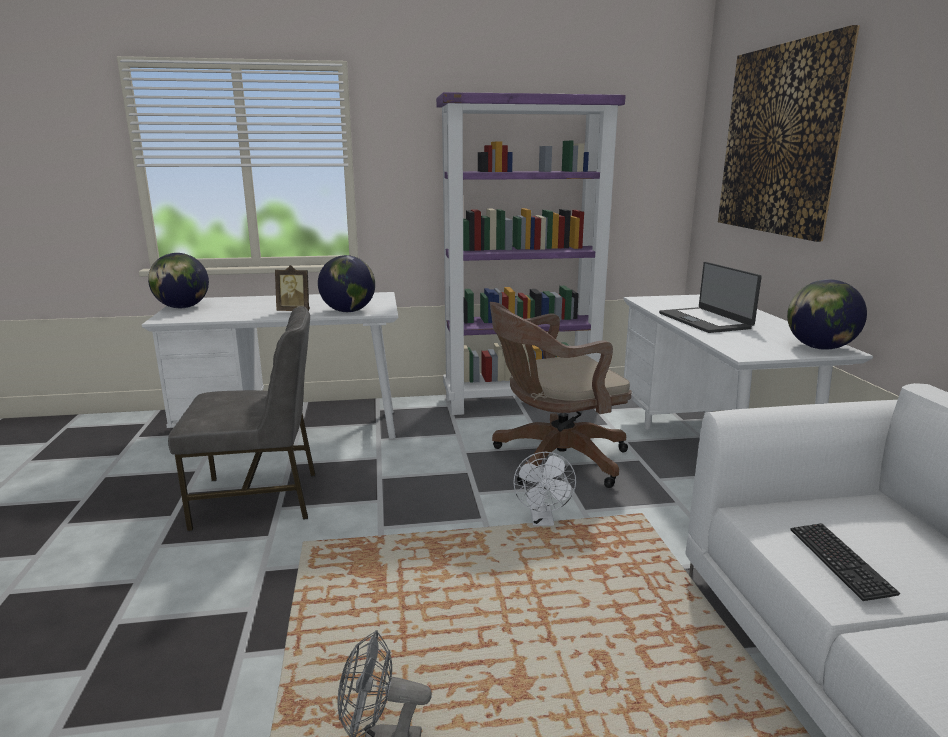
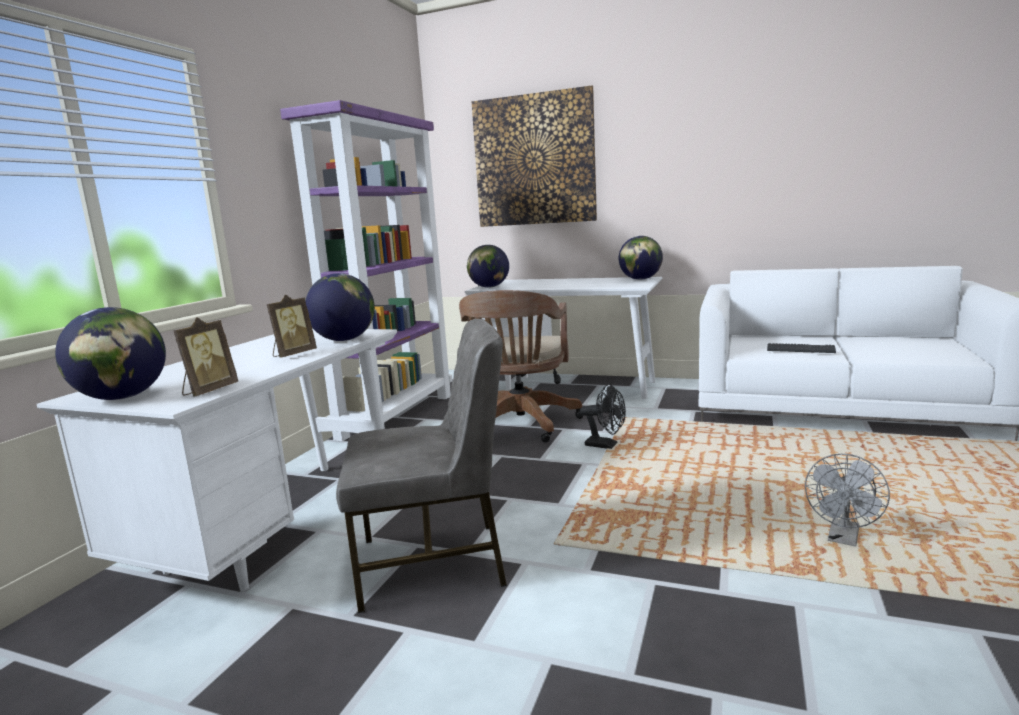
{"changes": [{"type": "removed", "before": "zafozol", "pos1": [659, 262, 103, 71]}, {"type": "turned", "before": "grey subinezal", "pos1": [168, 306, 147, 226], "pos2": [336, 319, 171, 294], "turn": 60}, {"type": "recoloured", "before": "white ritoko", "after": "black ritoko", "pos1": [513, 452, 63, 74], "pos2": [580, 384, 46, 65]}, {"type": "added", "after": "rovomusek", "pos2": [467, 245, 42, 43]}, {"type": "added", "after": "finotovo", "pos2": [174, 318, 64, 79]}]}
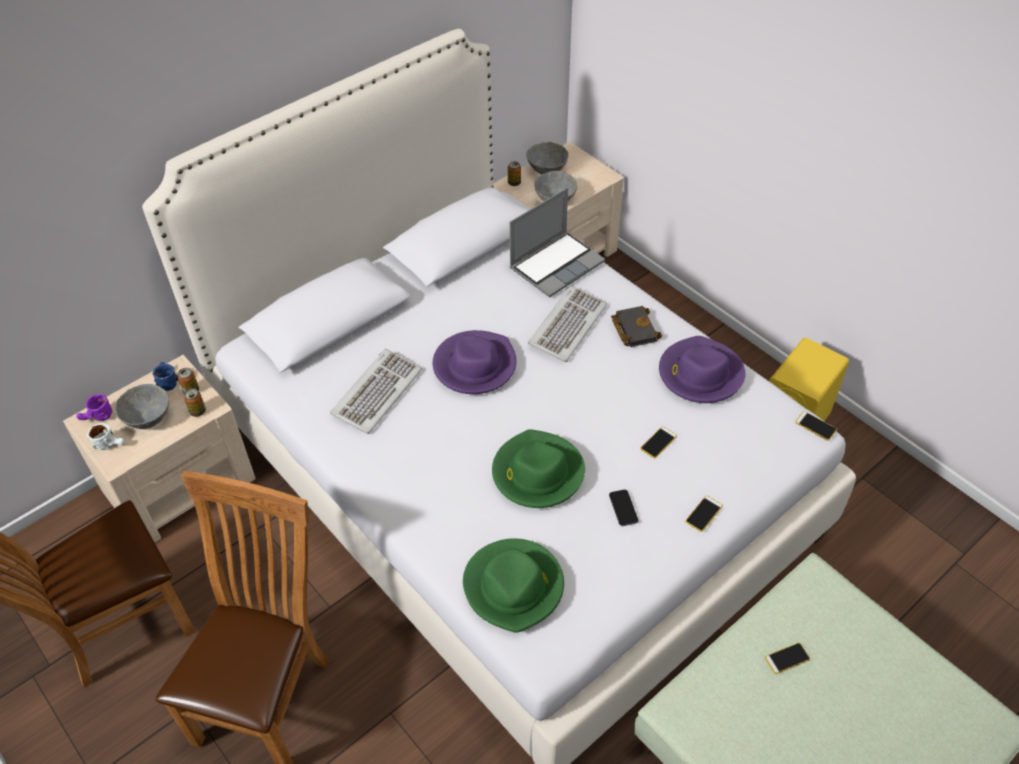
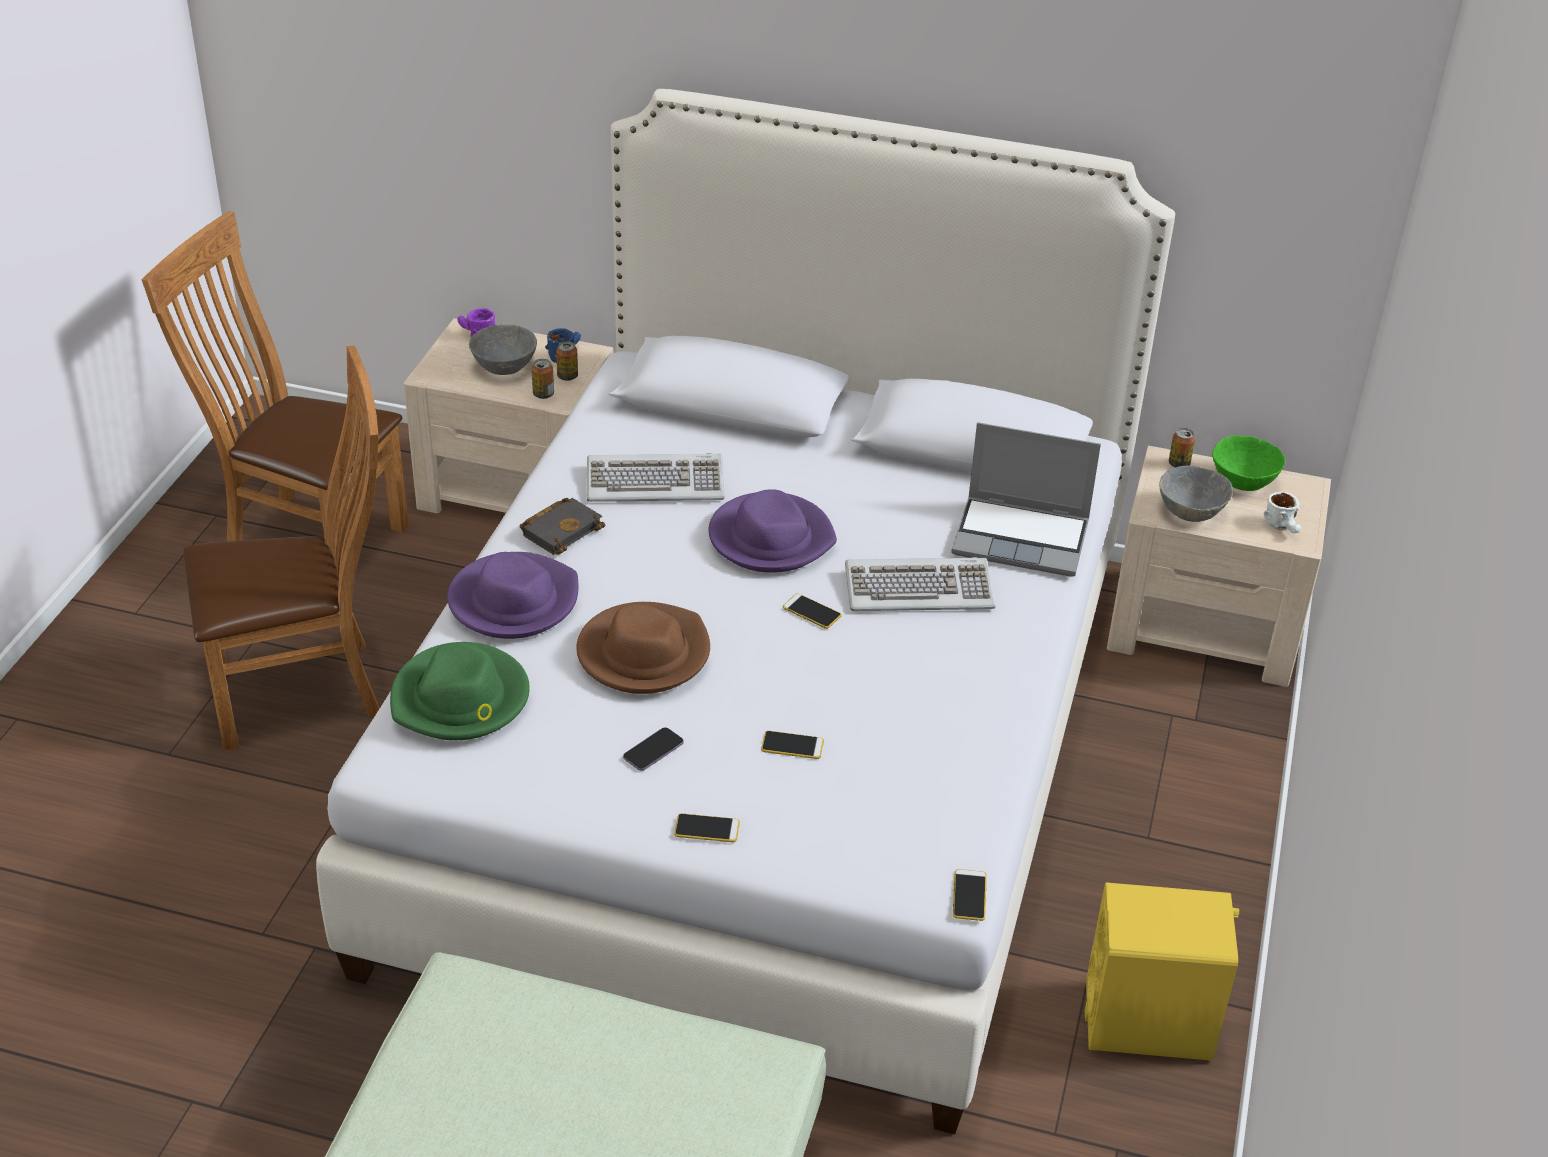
{"changes": [{"type": "recoloured", "before": "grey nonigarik", "after": "green nonigarik", "pos1": [526, 142, 43, 32], "pos2": [1212, 435, 74, 56]}, {"type": "moved", "before": "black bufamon", "pos1": [611, 306, 51, 41], "pos2": [520, 498, 85, 57]}, {"type": "moved", "before": "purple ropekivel", "pos1": [659, 336, 87, 67], "pos2": [447, 552, 131, 87]}, {"type": "moved", "before": "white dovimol", "pos1": [87, 423, 37, 27], "pos2": [1264, 492, 37, 41]}, {"type": "recoloured", "before": "green ropekivel", "after": "brown ropekivel", "pos1": [492, 429, 93, 79], "pos2": [576, 602, 134, 92]}, {"type": "moved", "before": "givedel", "pos1": [765, 643, 45, 31], "pos2": [783, 594, 59, 35]}]}
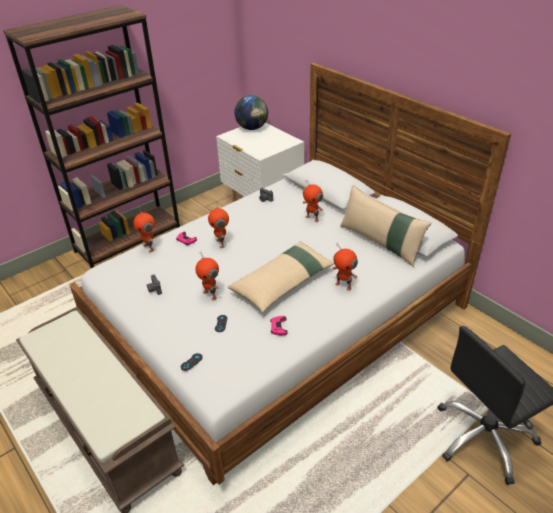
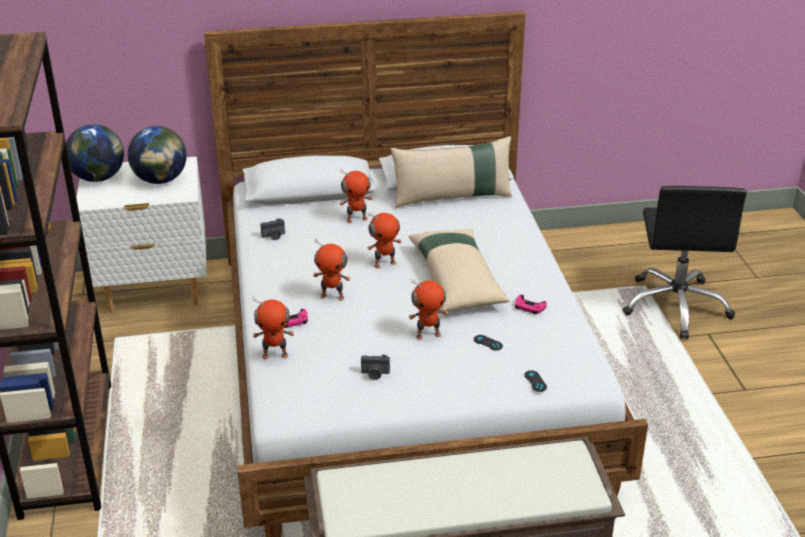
{"changes": [{"type": "moved", "before": "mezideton", "pos1": [332, 244, 26, 47], "pos2": [367, 212, 35, 57]}, {"type": "added", "after": "rovomusek", "pos2": [128, 126, 59, 58]}]}
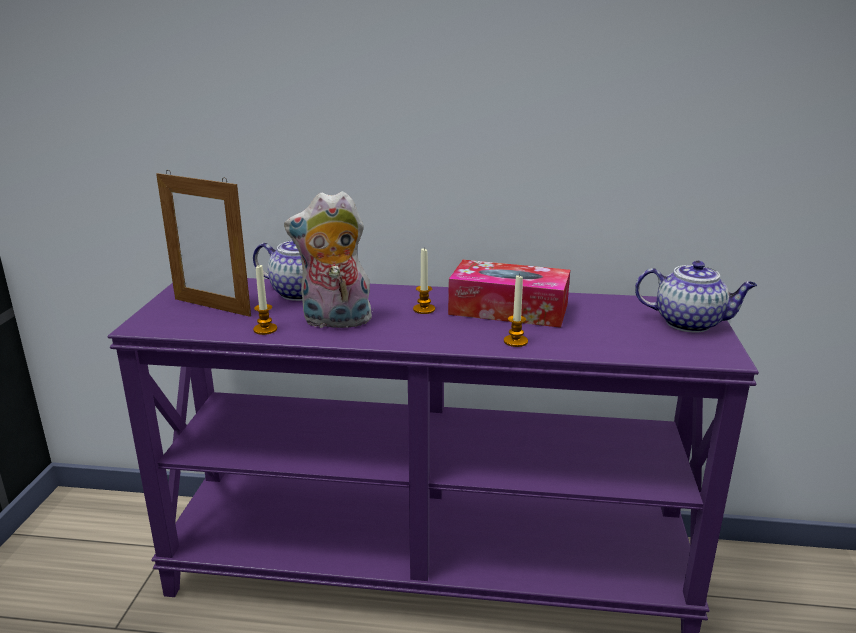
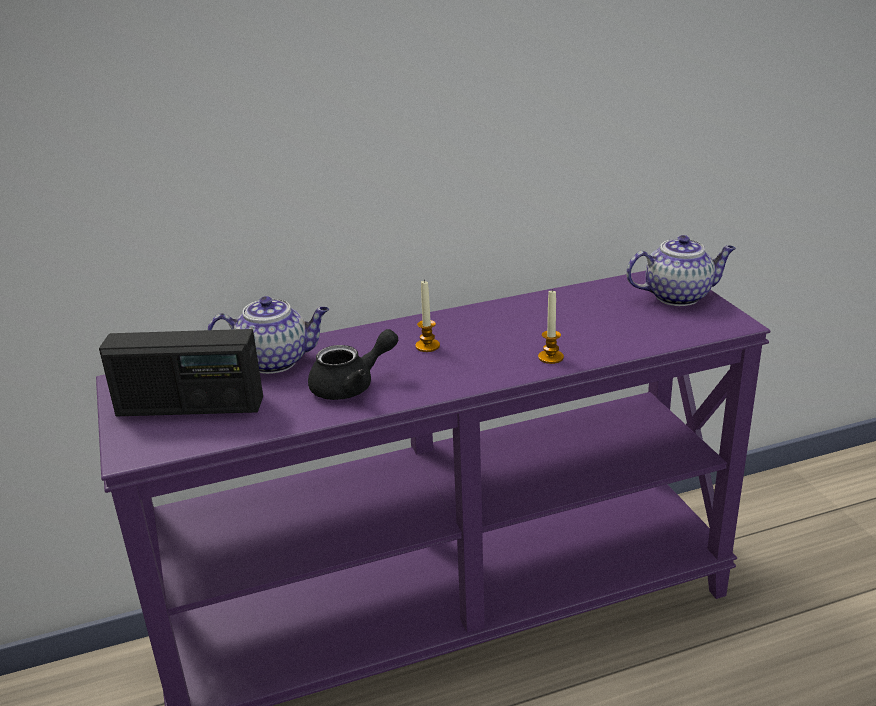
{"changes": [{"type": "replaced", "before": "finotovo", "after": "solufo", "pos1": [156, 171, 95, 146], "pos2": [99, 329, 164, 87]}, {"type": "replaced", "before": "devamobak", "after": "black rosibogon", "pos1": [284, 191, 89, 140], "pos2": [308, 329, 90, 71]}, {"type": "removed", "before": "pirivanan", "pos1": [448, 260, 122, 68]}, {"type": "removed", "before": "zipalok", "pos1": [253, 265, 24, 70]}]}
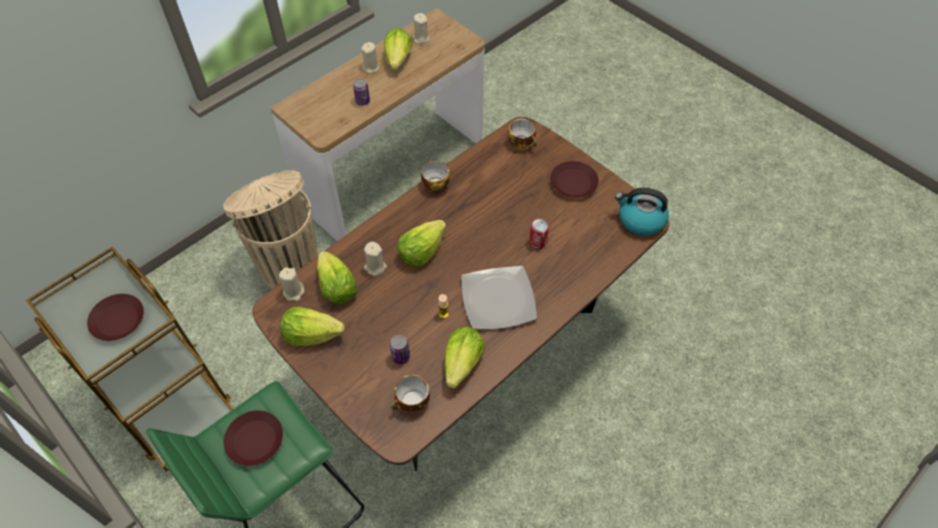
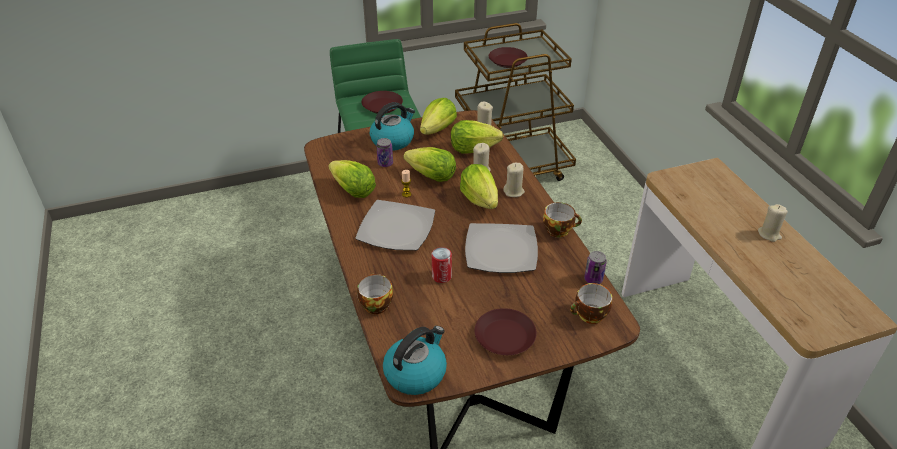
{"changes": [{"type": "moved", "before": "beige zipalok", "pos1": [412, 13, 18, 31], "pos2": [503, 163, 22, 34]}, {"type": "moved", "before": "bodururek", "pos1": [384, 28, 29, 42], "pos2": [403, 147, 53, 35]}, {"type": "moved", "before": "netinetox", "pos1": [353, 79, 17, 27], "pos2": [584, 251, 23, 33]}, {"type": "removed", "before": "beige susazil", "pos1": [223, 170, 95, 119]}, {"type": "moved", "before": "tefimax", "pos1": [391, 375, 39, 38], "pos2": [357, 273, 36, 41]}, {"type": "added", "after": "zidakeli", "pos2": [370, 102, 45, 49]}, {"type": "added", "after": "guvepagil", "pos2": [465, 223, 73, 50]}]}
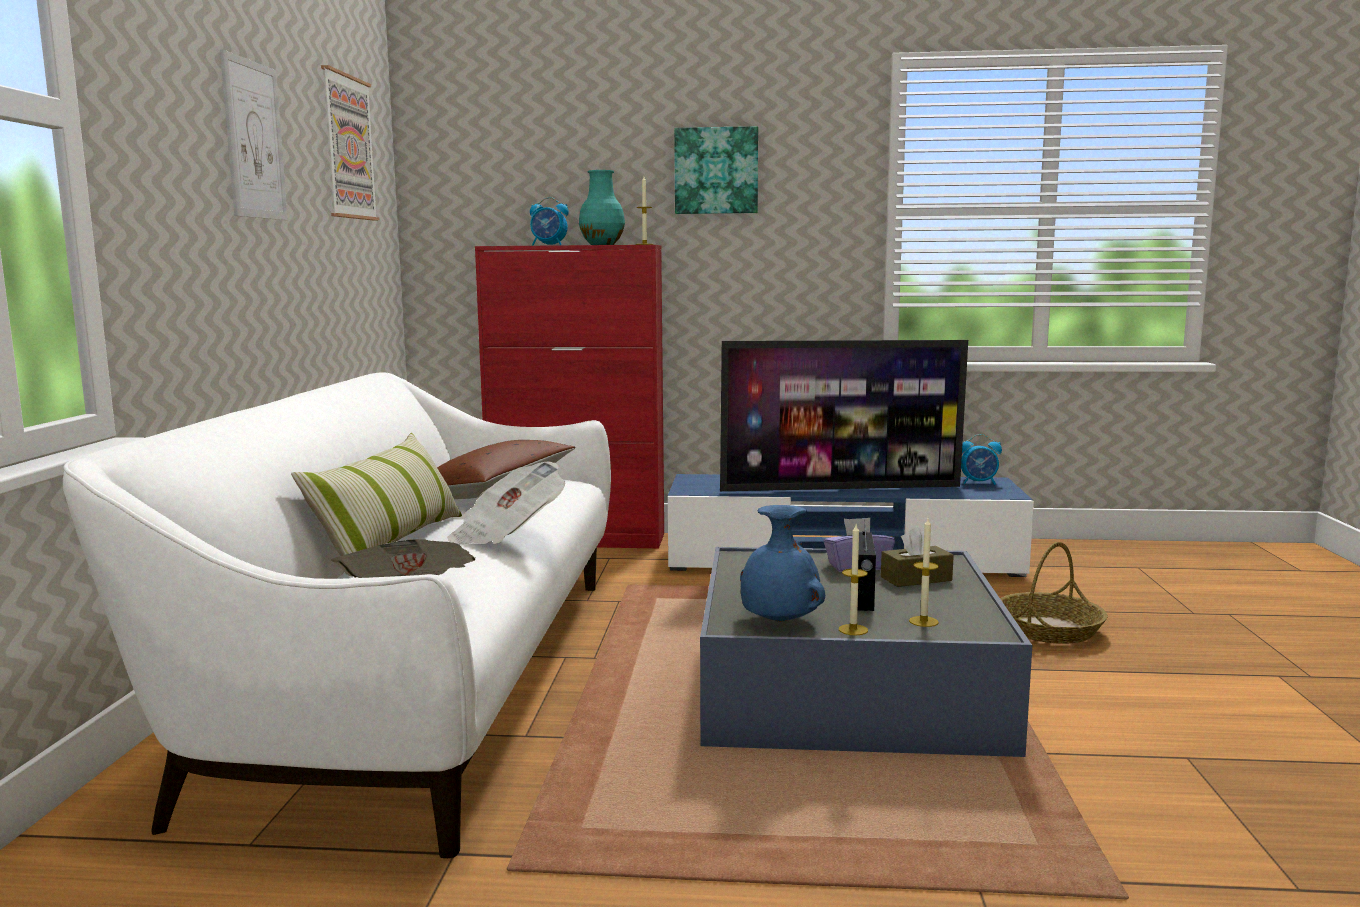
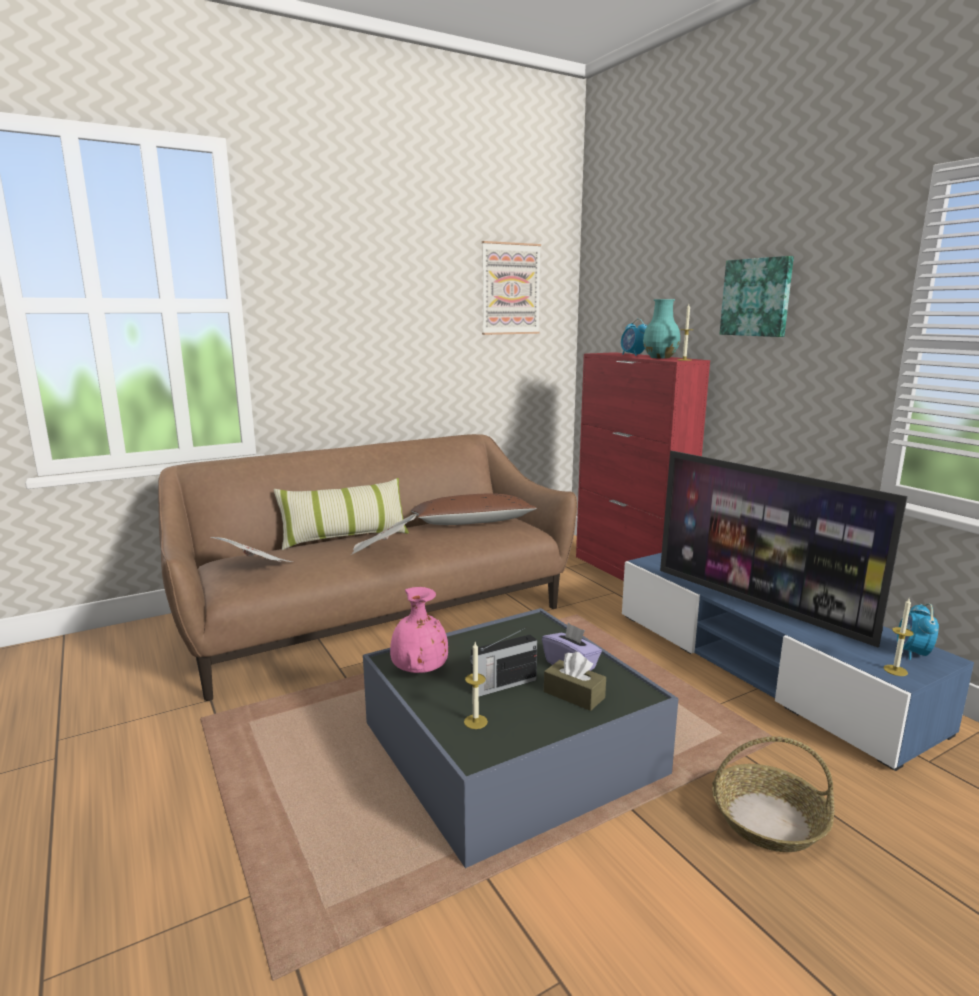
{"changes": [{"type": "removed", "before": "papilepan", "pos1": [220, 49, 68, 171]}, {"type": "recoloured", "before": "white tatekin", "after": "brown tatekin", "pos1": [63, 372, 548, 486], "pos2": [158, 434, 419, 267]}, {"type": "turned", "before": "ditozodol", "pos1": [961, 434, 41, 51], "pos2": [897, 603, 42, 57], "turn": 45}, {"type": "recoloured", "before": "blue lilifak", "after": "pink lilifak", "pos1": [740, 505, 85, 117], "pos2": [390, 587, 58, 86]}, {"type": "moved", "before": "zipalok", "pos1": [839, 525, 29, 110], "pos2": [884, 598, 30, 78]}]}
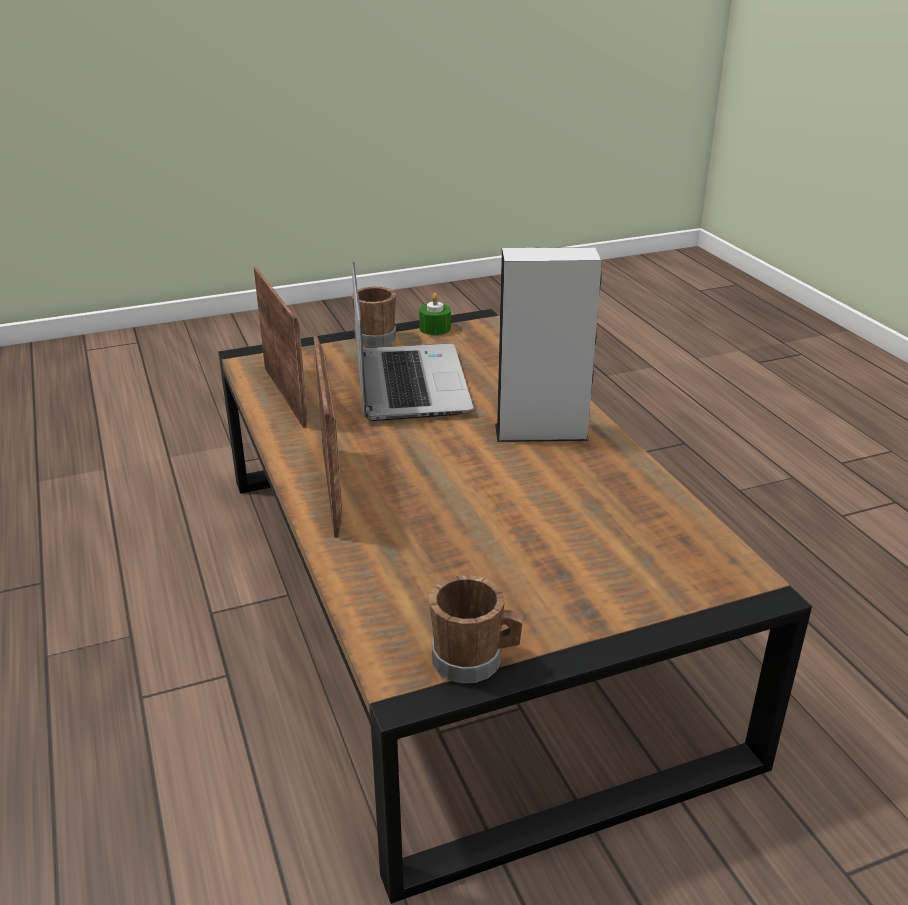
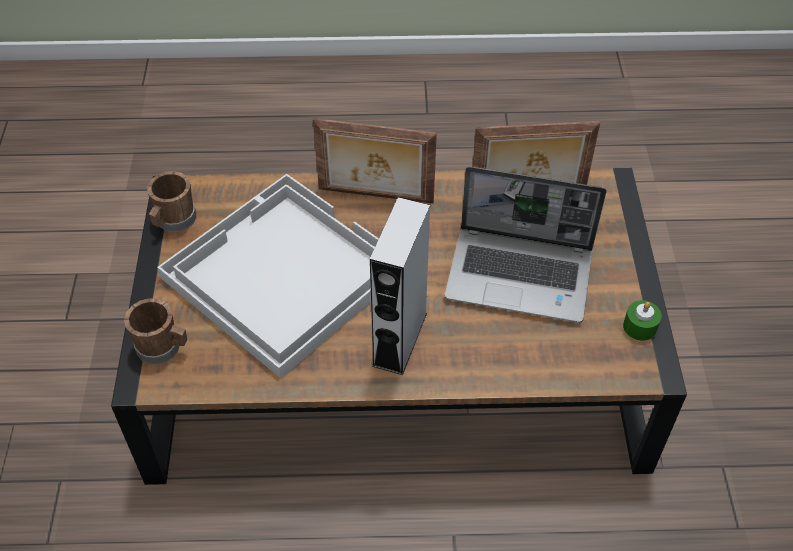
{"changes": [{"type": "moved", "before": "brown dovimol", "pos1": [351, 287, 45, 61], "pos2": [124, 298, 63, 66]}, {"type": "added", "after": "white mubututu", "pos2": [157, 174, 222, 204]}]}
